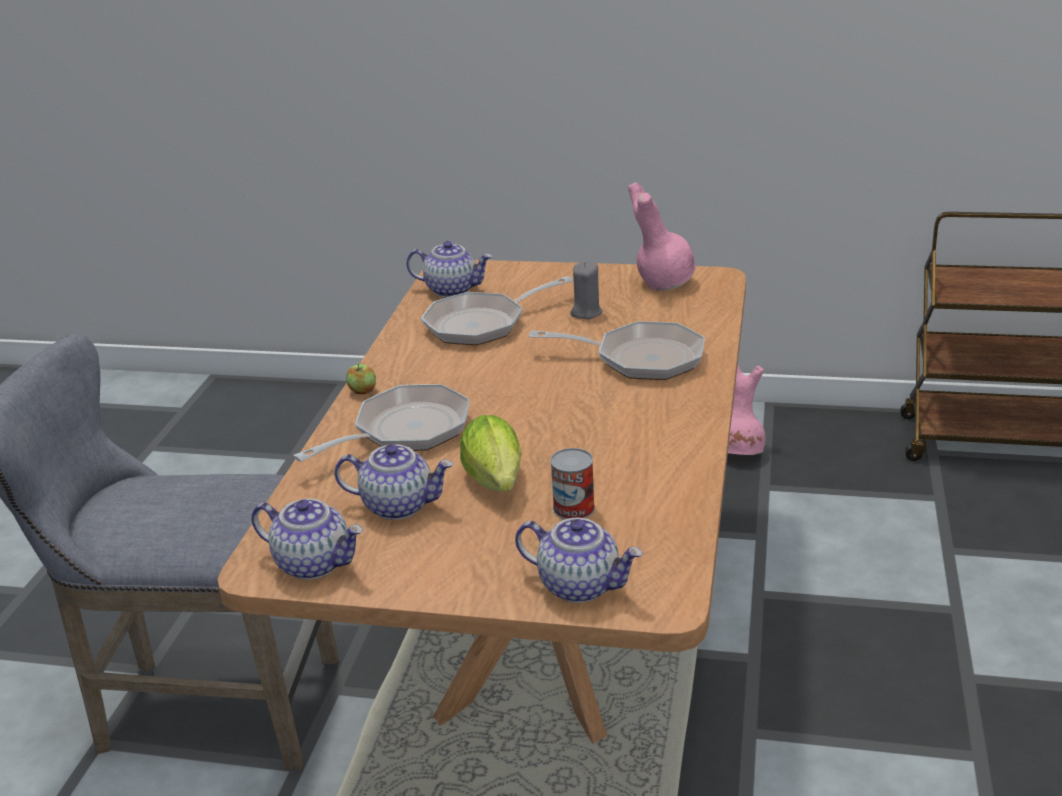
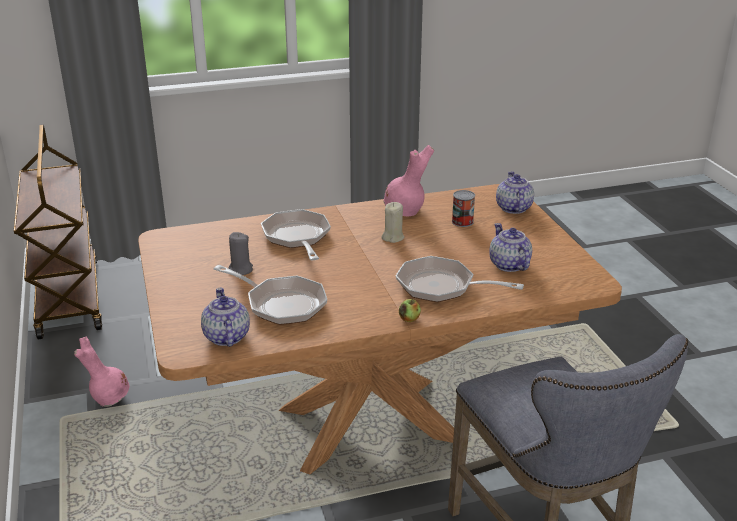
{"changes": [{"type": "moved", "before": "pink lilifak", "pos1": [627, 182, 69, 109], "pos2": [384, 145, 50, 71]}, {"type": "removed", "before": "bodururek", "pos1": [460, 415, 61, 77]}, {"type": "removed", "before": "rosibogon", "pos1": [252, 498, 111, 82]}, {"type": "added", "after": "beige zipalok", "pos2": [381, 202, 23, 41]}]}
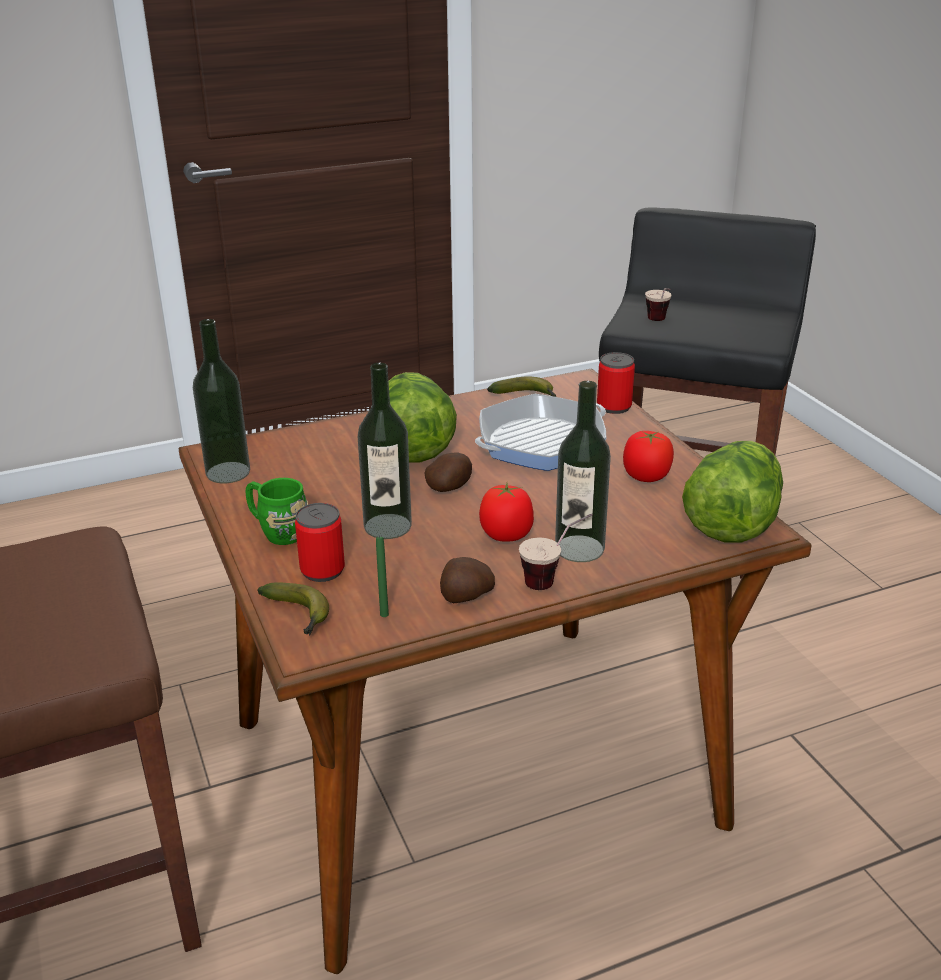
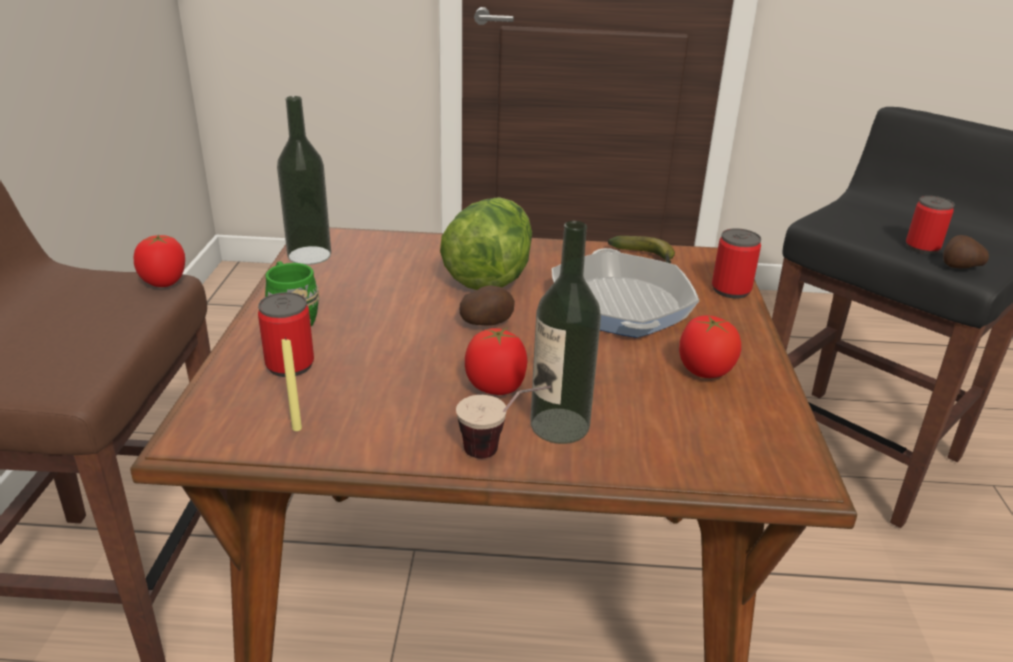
{"changes": [{"type": "removed", "before": "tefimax", "pos1": [645, 288, 27, 33]}, {"type": "removed", "before": "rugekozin", "pos1": [358, 363, 54, 176]}, {"type": "turned", "before": "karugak", "pos1": [475, 394, 131, 77], "pos2": [552, 248, 147, 90], "turn": 90}, {"type": "removed", "before": "bodururek", "pos1": [682, 441, 101, 102]}, {"type": "recoloured", "before": "green zipalok", "after": "yellow zipalok", "pos1": [376, 535, 13, 82], "pos2": [281, 337, 21, 94]}, {"type": "moved", "before": "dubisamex", "pos1": [440, 557, 55, 46], "pos2": [943, 235, 46, 33]}, {"type": "removed", "before": "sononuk", "pos1": [257, 582, 72, 54]}, {"type": "added", "after": "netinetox", "pos2": [906, 196, 48, 58]}, {"type": "added", "after": "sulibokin", "pos2": [134, 235, 51, 52]}]}
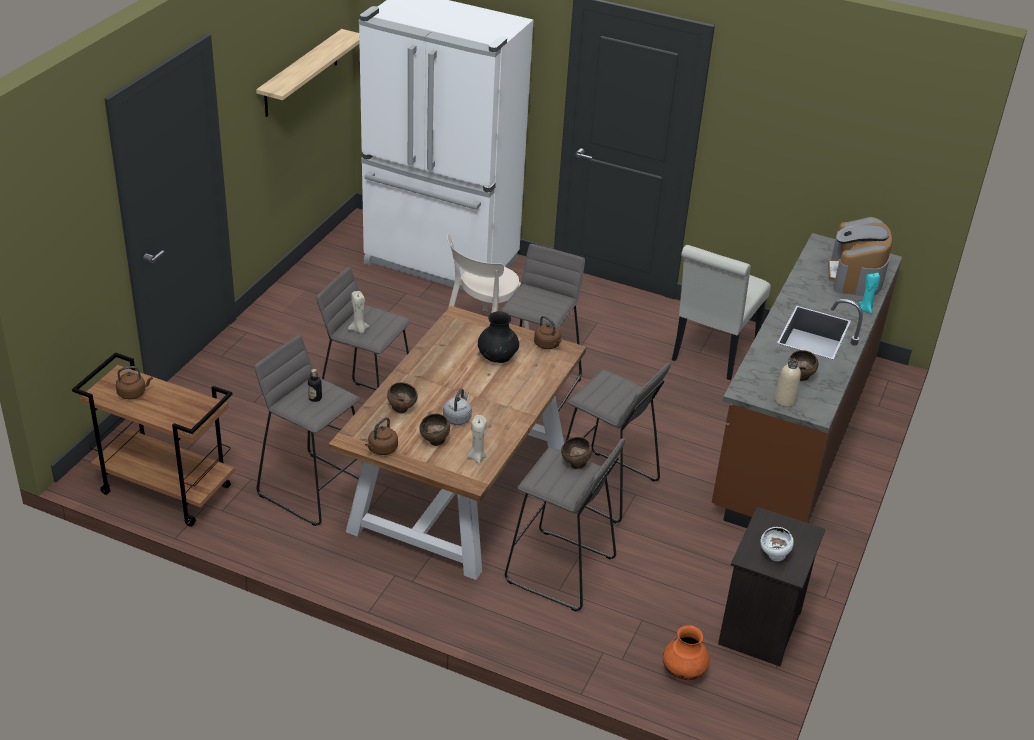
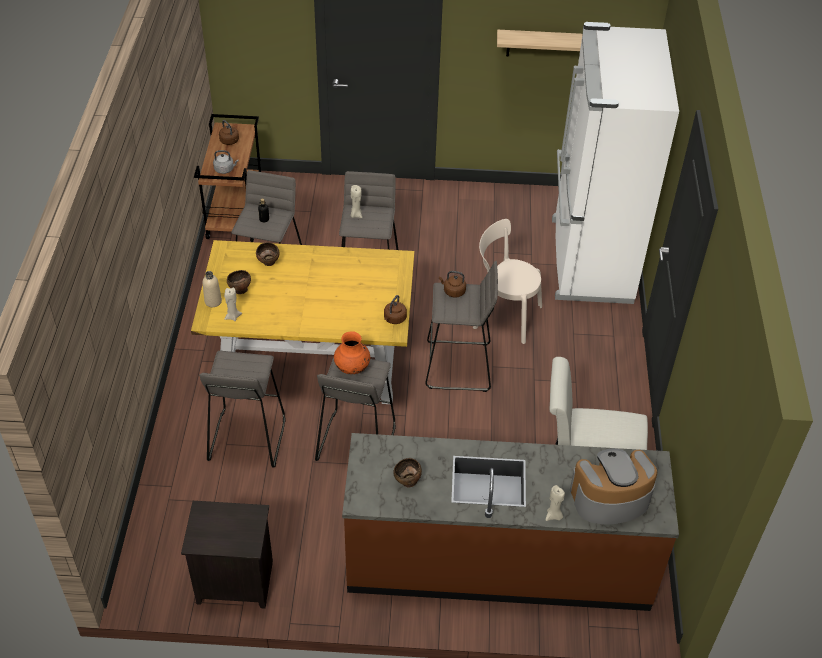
{"changes": [{"type": "recoloured", "before": "turquoise zipalok", "after": "beige zipalok", "pos1": [859, 272, 21, 42], "pos2": [546, 485, 19, 36]}, {"type": "recoloured", "before": "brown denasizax", "after": "yellow denasizax", "pos1": [329, 306, 257, 274], "pos2": [191, 240, 223, 164]}, {"type": "removed", "before": "black lilifak", "pos1": [478, 311, 41, 52]}, {"type": "moved", "before": "beige rugekozin", "pos1": [775, 358, 26, 49], "pos2": [203, 271, 19, 36]}, {"type": "moved", "before": "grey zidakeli", "pos1": [443, 388, 29, 37], "pos2": [213, 150, 26, 24]}, {"type": "moved", "before": "brown zidakeli", "pos1": [365, 417, 33, 38], "pos2": [439, 271, 27, 27]}, {"type": "removed", "before": "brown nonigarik", "pos1": [561, 437, 31, 32]}, {"type": "removed", "before": "white nonigarik", "pos1": [760, 527, 34, 34]}, {"type": "moved", "before": "orange lilifak", "pos1": [663, 625, 47, 55], "pos2": [334, 331, 36, 43]}]}
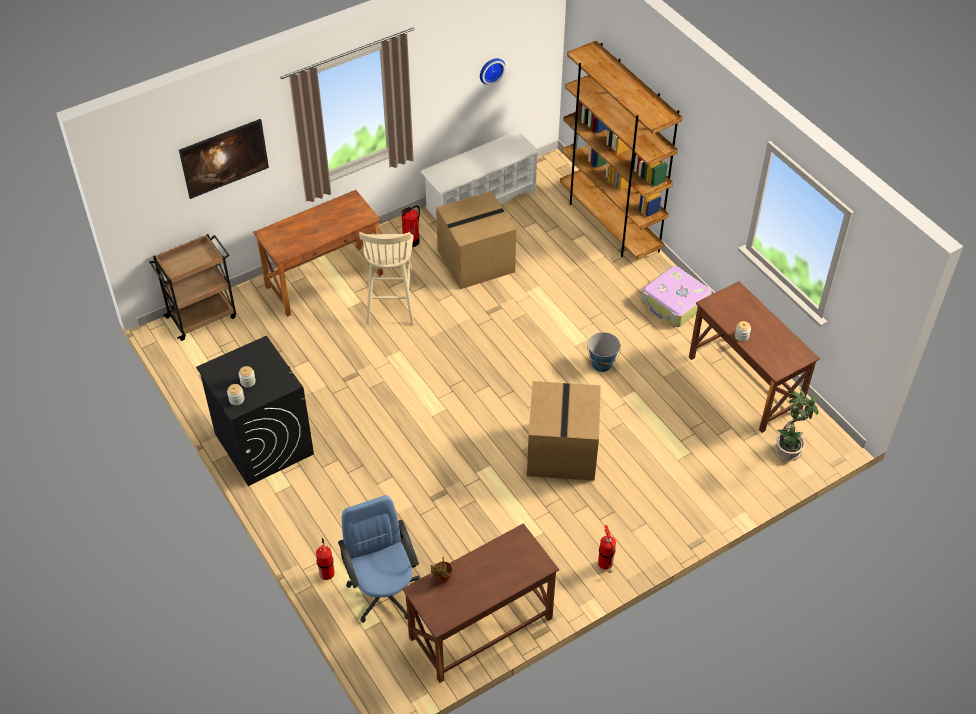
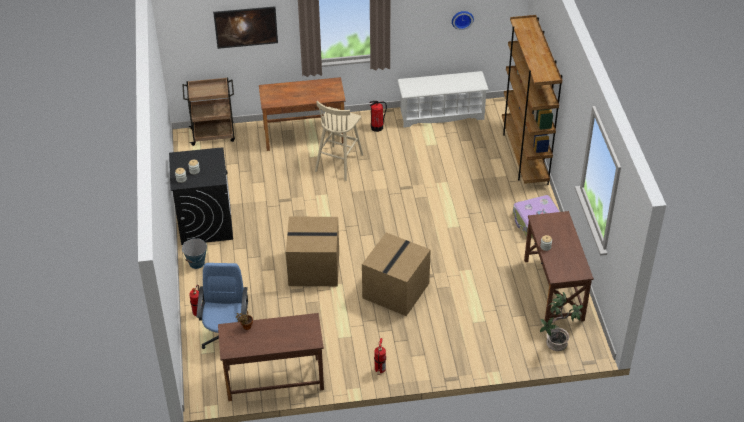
{"changes": [{"type": "moved", "before": "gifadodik", "pos1": [436, 191, 80, 98], "pos2": [286, 217, 53, 69]}, {"type": "moved", "before": "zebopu", "pos1": [587, 332, 34, 40], "pos2": [182, 238, 25, 31]}]}
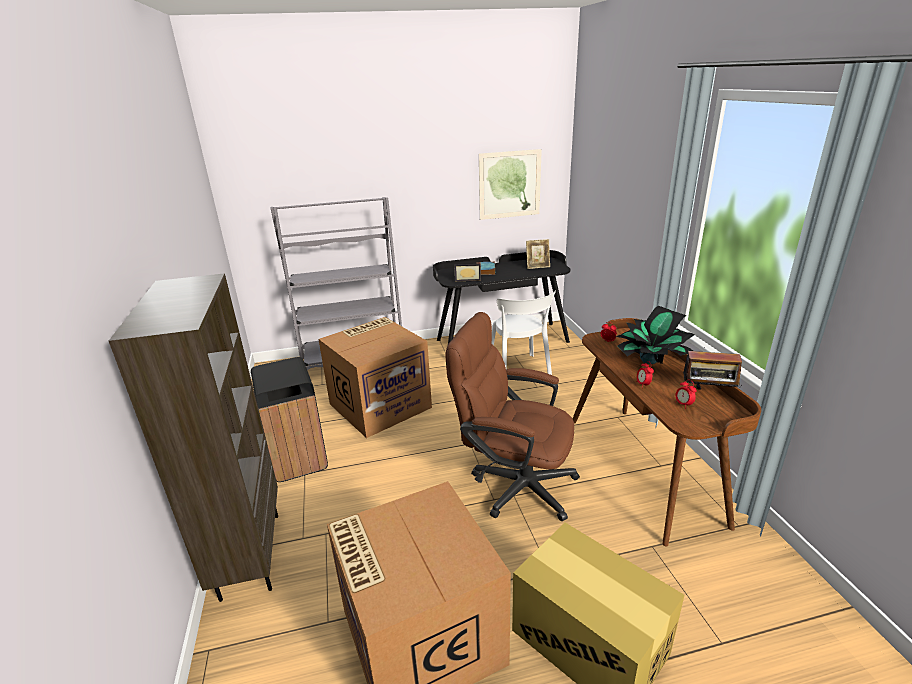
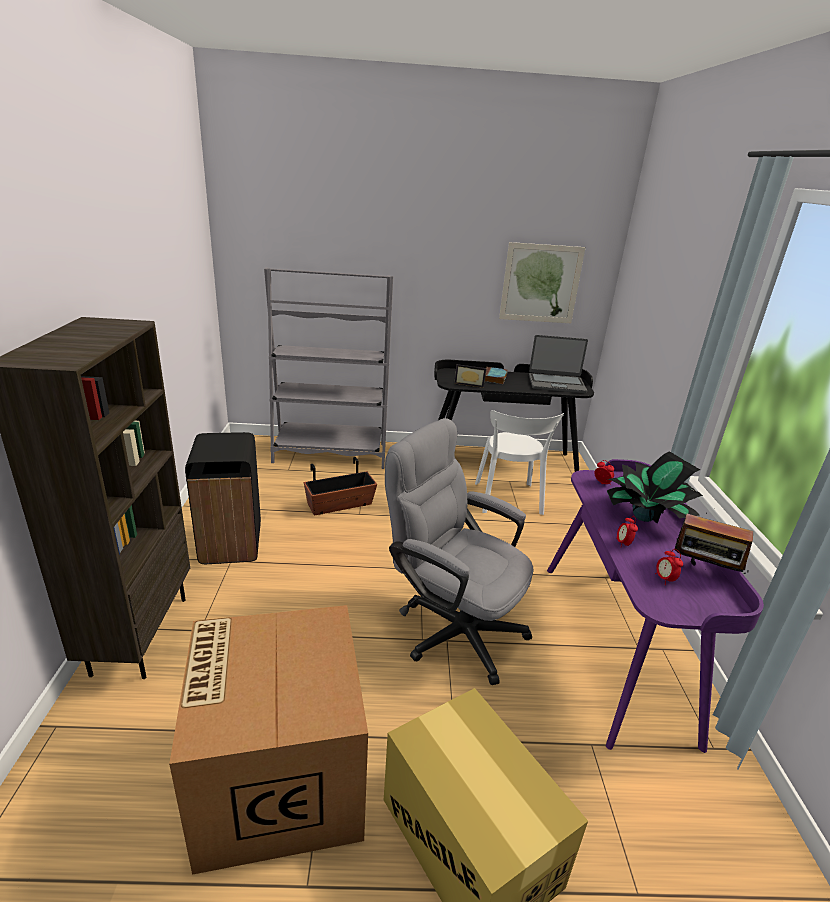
{"changes": [{"type": "replaced", "before": "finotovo", "after": "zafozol", "pos1": [526, 239, 24, 30], "pos2": [529, 335, 59, 58]}, {"type": "recoloured", "before": "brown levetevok", "after": "grey levetevok", "pos1": [445, 312, 135, 209], "pos2": [385, 418, 148, 267]}, {"type": "replaced", "before": "gifadodik", "after": "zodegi", "pos1": [319, 317, 113, 121], "pos2": [304, 457, 73, 59]}, {"type": "recoloured", "before": "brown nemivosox", "after": "purple nemivosox", "pos1": [572, 318, 189, 228], "pos2": [547, 459, 217, 294]}]}
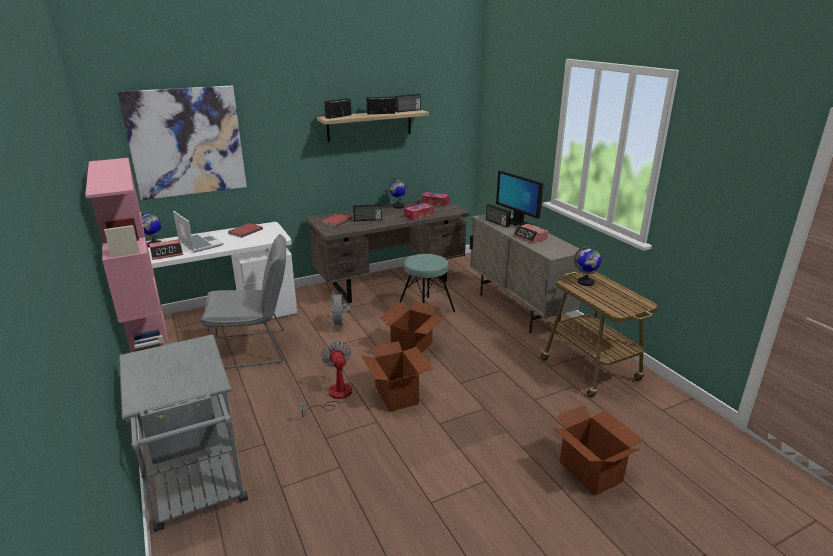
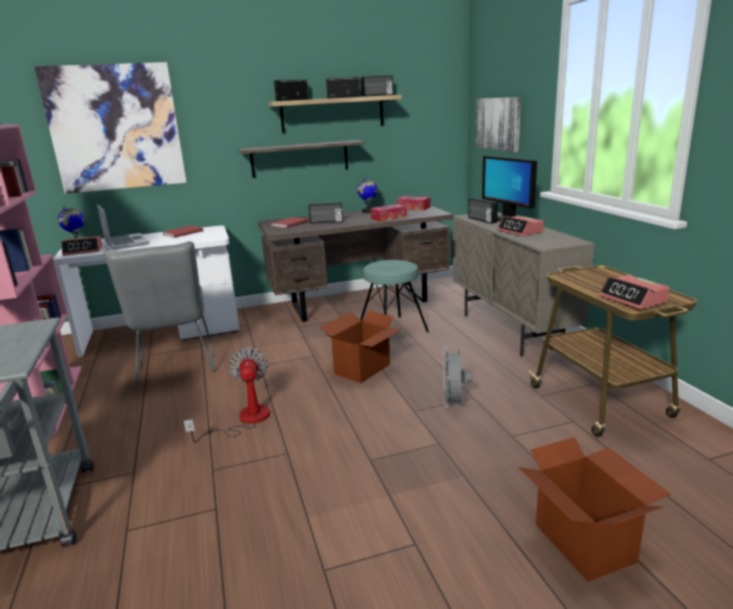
{"changes": [{"type": "turned", "before": "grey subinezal", "pos1": [201, 234, 85, 135], "pos2": [104, 241, 111, 145], "turn": 75}, {"type": "removed", "before": "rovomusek", "pos1": [574, 246, 27, 40]}, {"type": "moved", "before": "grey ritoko", "pos1": [331, 290, 20, 40], "pos2": [443, 347, 29, 62]}, {"type": "removed", "before": "gifadodik", "pos1": [361, 341, 72, 71]}, {"type": "added", "after": "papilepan", "pos2": [476, 97, 45, 55]}, {"type": "added", "after": "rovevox", "pos2": [238, 140, 127, 38]}, {"type": "added", "after": "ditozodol", "pos2": [599, 275, 71, 35]}]}
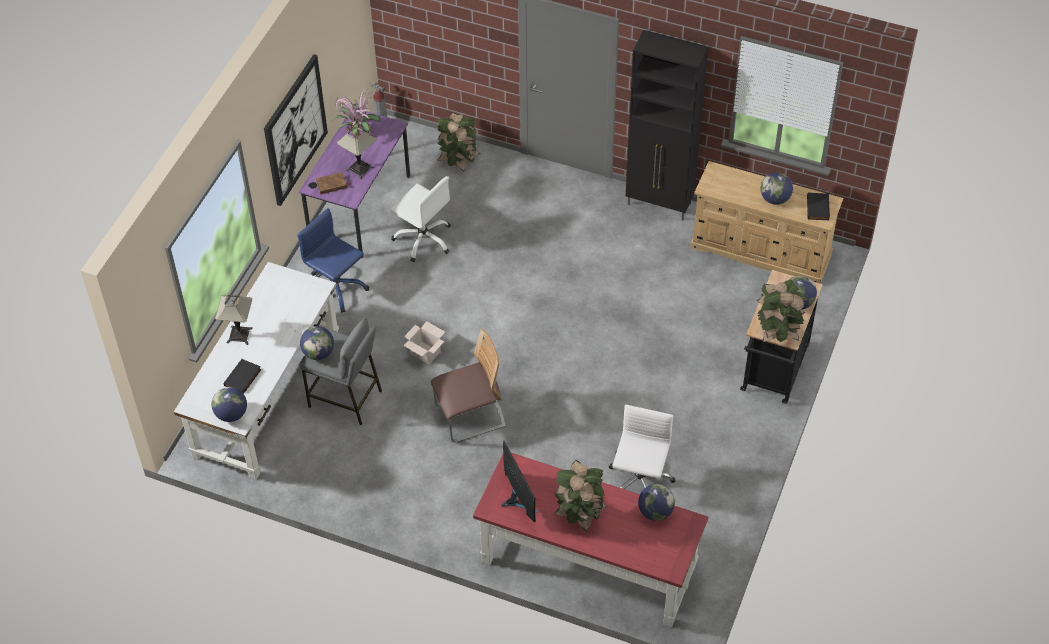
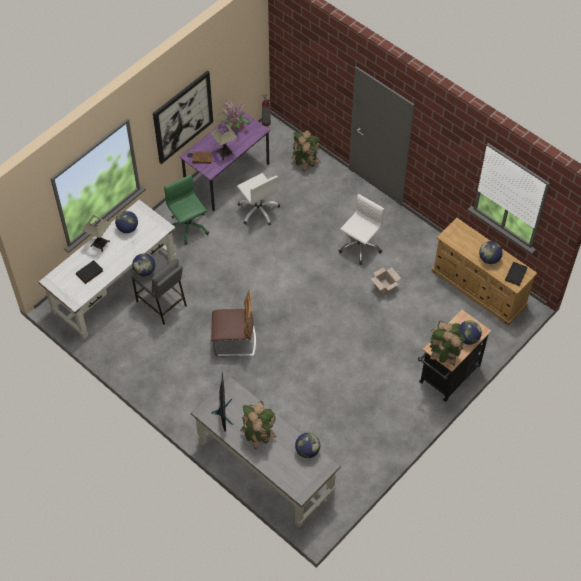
{"changes": [{"type": "removed", "before": "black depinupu", "pos1": [626, 30, 82, 191]}, {"type": "recoloured", "before": "blue levetevok", "after": "green levetevok", "pos1": [297, 208, 72, 105], "pos2": [164, 175, 45, 70]}, {"type": "moved", "before": "gifadodik", "pos1": [403, 321, 42, 44], "pos2": [371, 267, 30, 29]}, {"type": "moved", "before": "rovomusek", "pos1": [212, 387, 35, 35], "pos2": [115, 211, 23, 22]}, {"type": "moved", "before": "white levetevok", "pos1": [609, 405, 66, 84], "pos2": [339, 194, 45, 71]}, {"type": "recoloured", "before": "red nemivosox", "after": "grey nemivosox", "pos1": [473, 453, 235, 174], "pos2": [191, 376, 150, 152]}]}
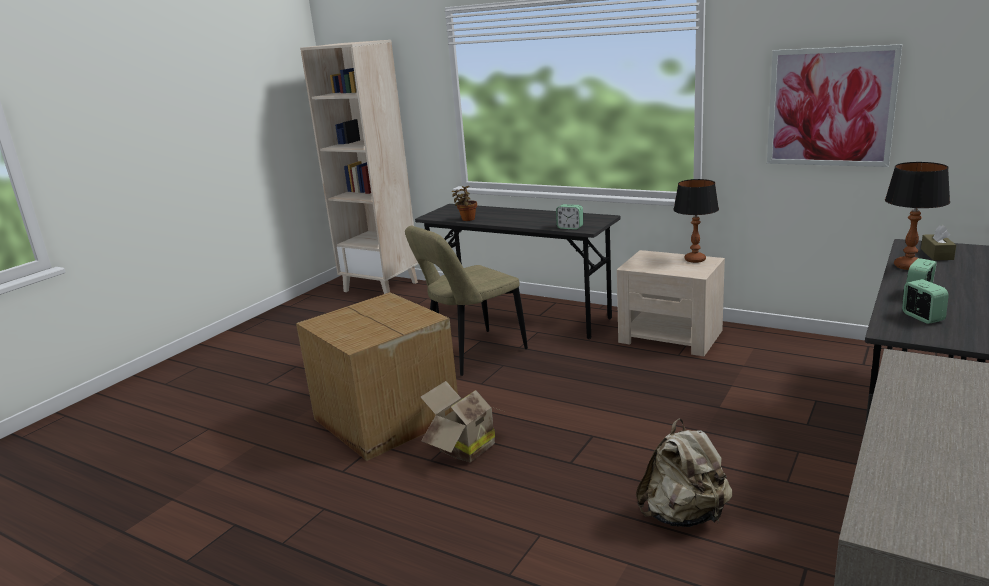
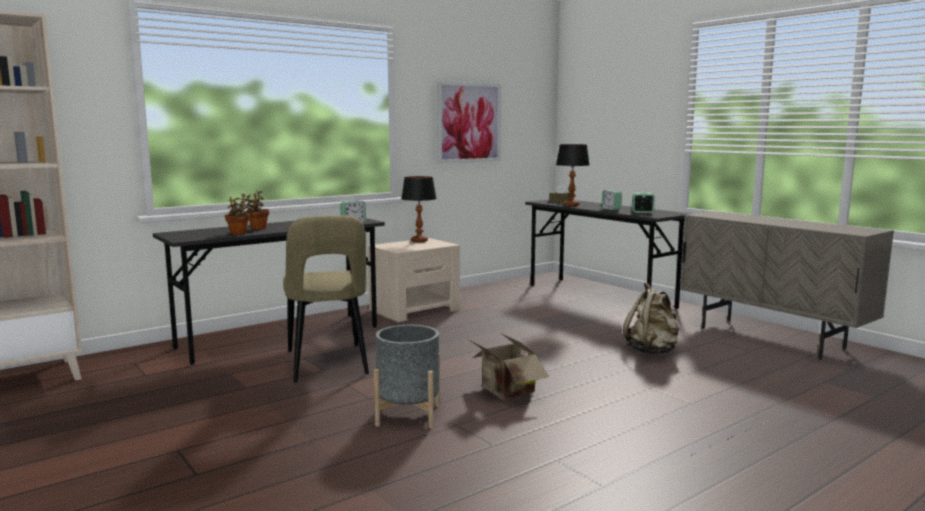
{"changes": [{"type": "replaced", "before": "gifadodik", "after": "grey zodegi", "pos1": [296, 292, 162, 169], "pos2": [374, 325, 66, 104]}, {"type": "added", "after": "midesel", "pos2": [244, 191, 25, 39]}]}
